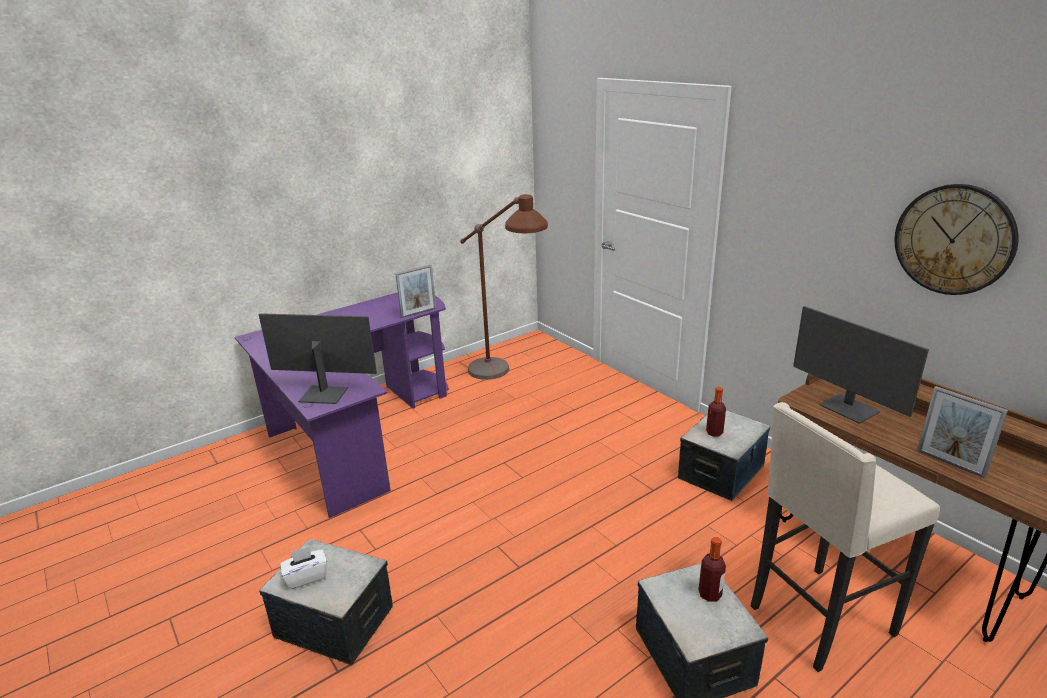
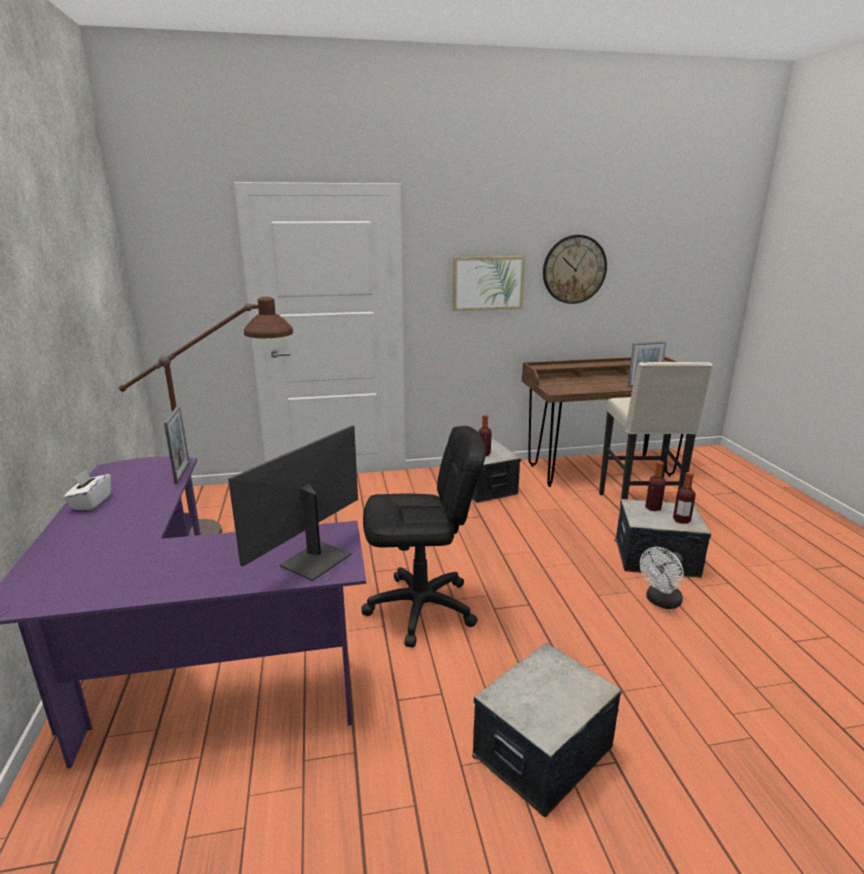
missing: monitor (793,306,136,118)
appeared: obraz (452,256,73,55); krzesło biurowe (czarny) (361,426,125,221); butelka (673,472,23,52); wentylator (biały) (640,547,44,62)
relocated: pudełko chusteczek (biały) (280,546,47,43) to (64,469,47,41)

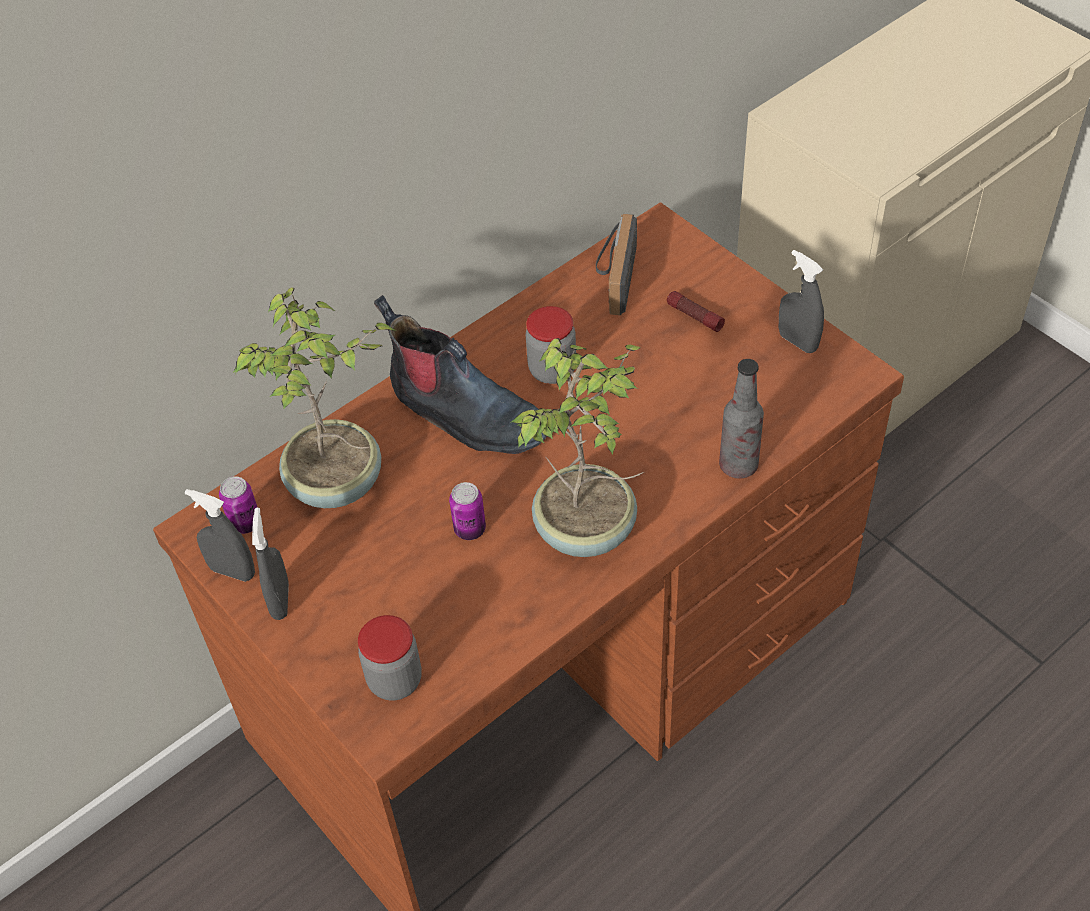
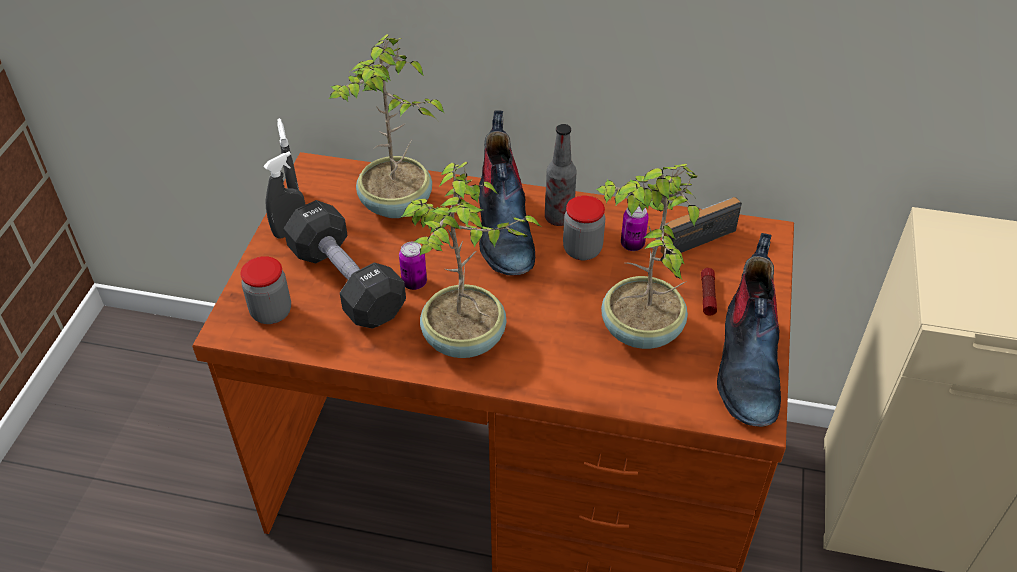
appeared: roślina doniczkowa (596,164,104,185); hantel (czarny) (284,200,122,129)
relocated: butelka (719,359,45,120) to (545,124,32,102); puszka (219,476,39,58) to (621,206,28,45)
exchanged: spryskiwacz (szary) (779,250,45,103) to but z cholewką (717,233,64,194)

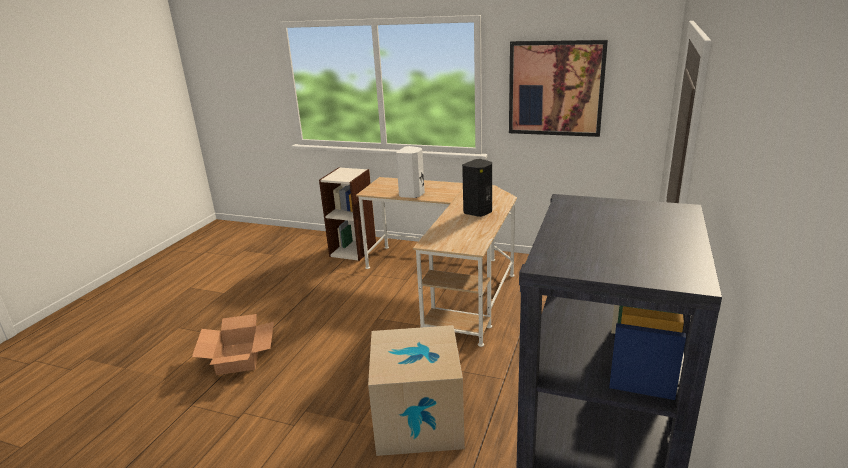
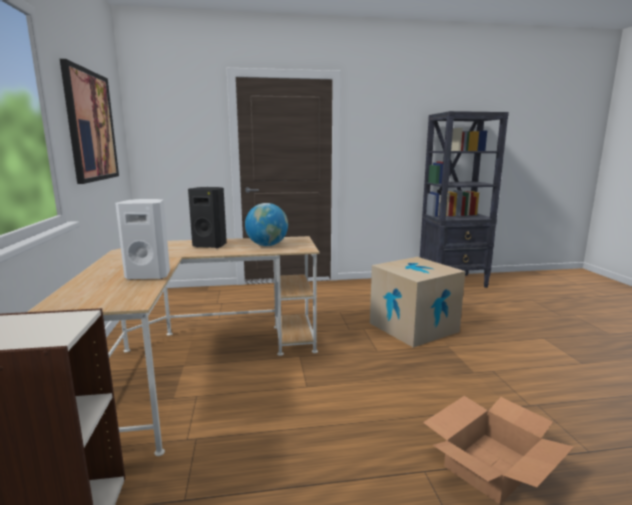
appeared: globus (245,203,43,43)

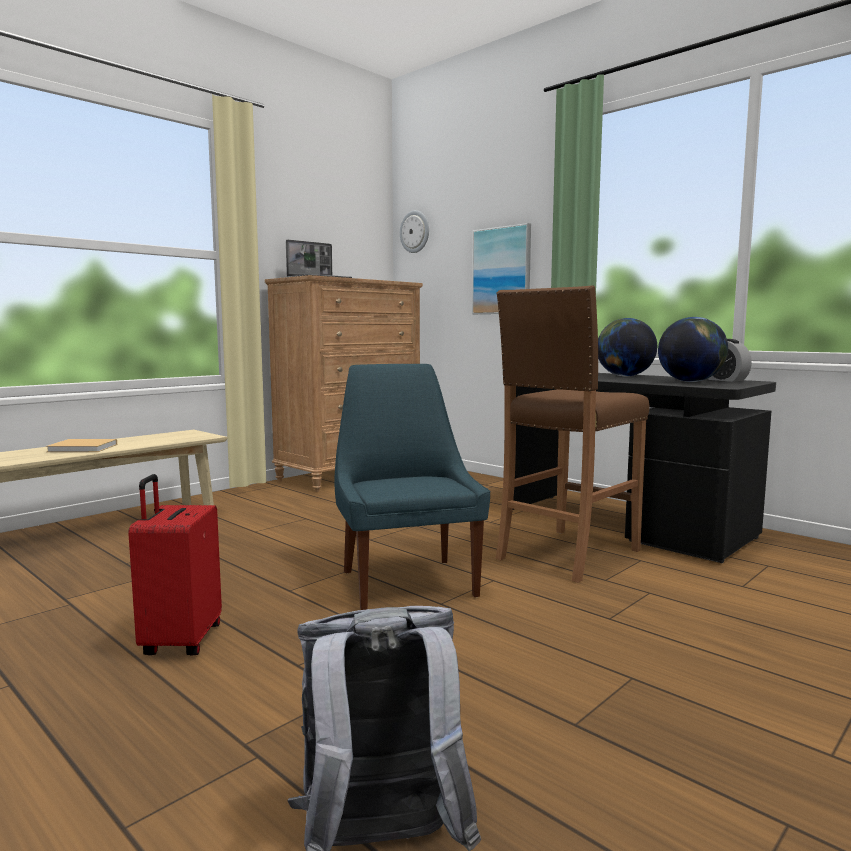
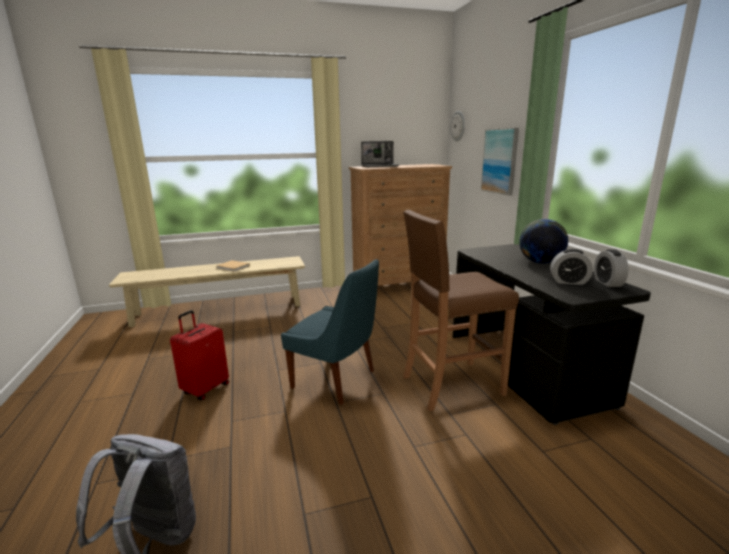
exchanged: globus (658,317,70,65) to budzik (550,249,43,36)
spun: krzesło (niebieski) (335,364,155,246) = (281,259,98,146) 105 degrees clockwise

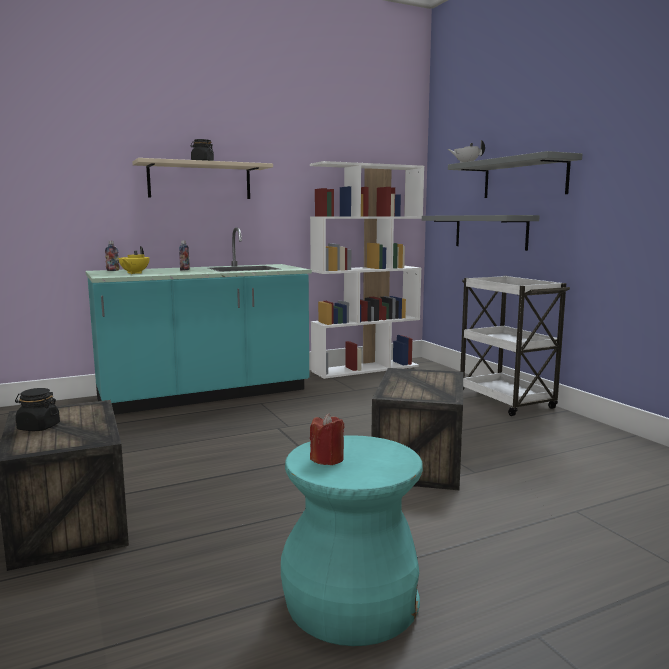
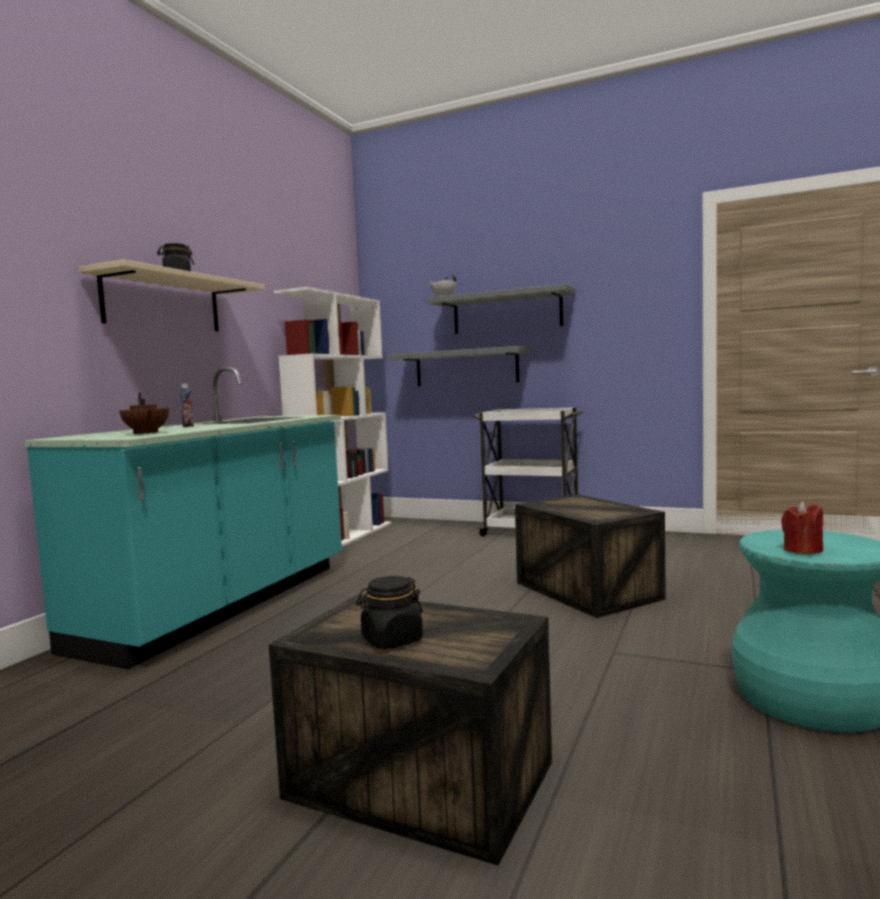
missing: butelka (105,241,15,30)
colour: imbryk (żółty) (118,246,32,28) to imbryk (brązowy) (119,393,50,41)

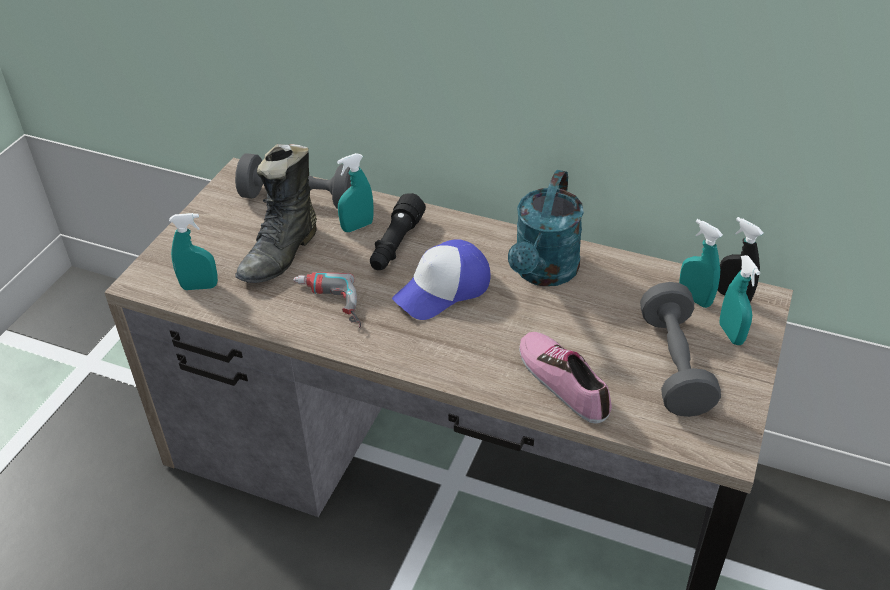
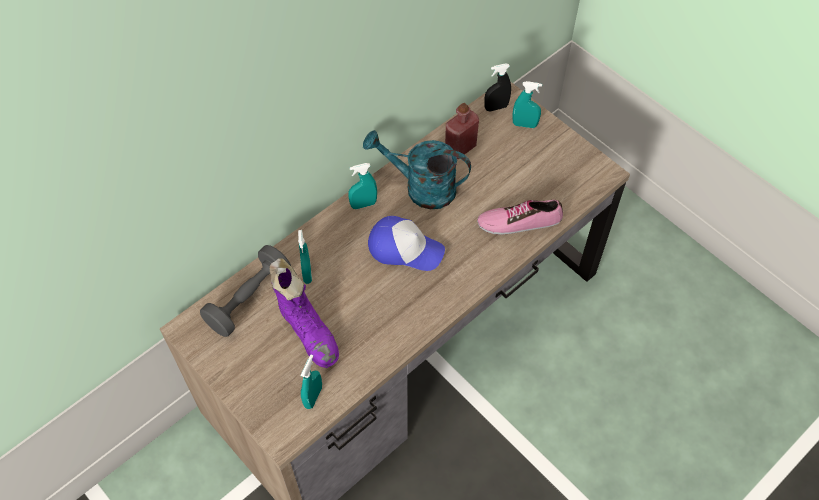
missing: latarka (czarny) (370,193,56,77); wiertarka (293,272,68,56); hantel (szary) (640,282,81,135)
appeared: butelka (czerwony) (445,103,34,56)
relocated: spryskiwacz (turkusowy) (679,219,44,89) to (348,163,29,46)
colour: but z cholewką (czarny) (235,144,82,139) to but z cholewką (fioletowy) (270,259,69,109)
spun: konewka (turkusowy) (508,170,76,116) = (363,130,108,79) 150 degrees clockwise; czapka z daszkiem (392,240,99,80) = (368,216,77,55) 60 degrees counterclockwise

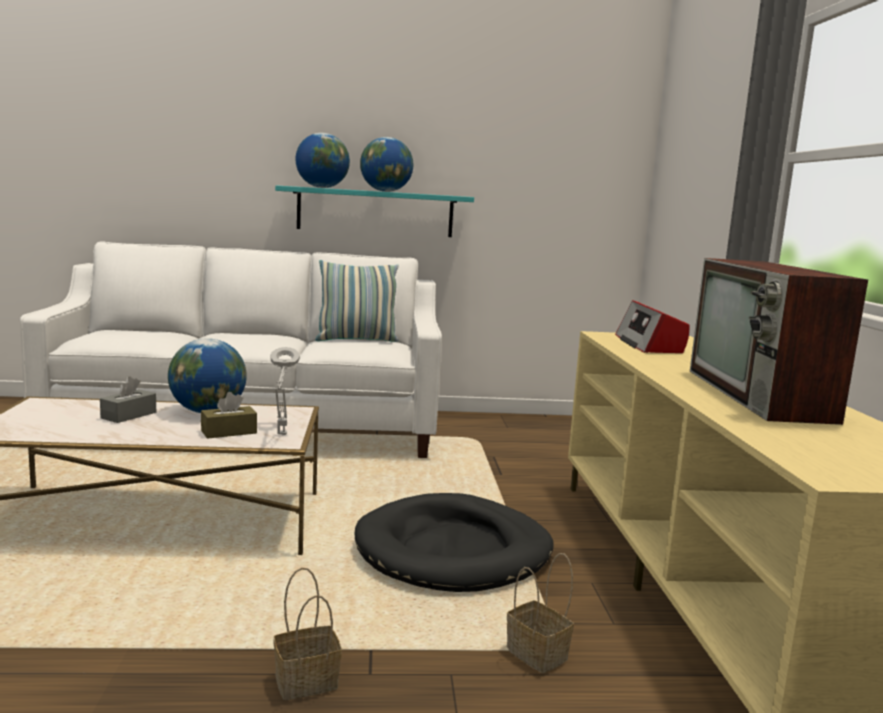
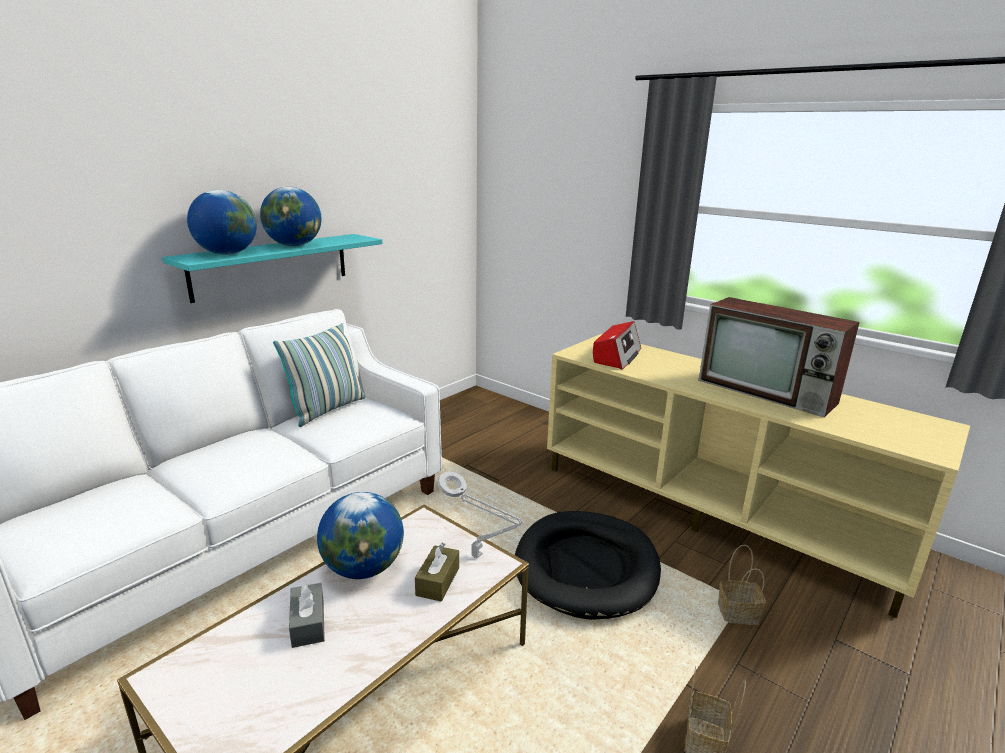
spun: radio (615,300,75,53) = (593,321,48,48) 105 degrees counterclockwise

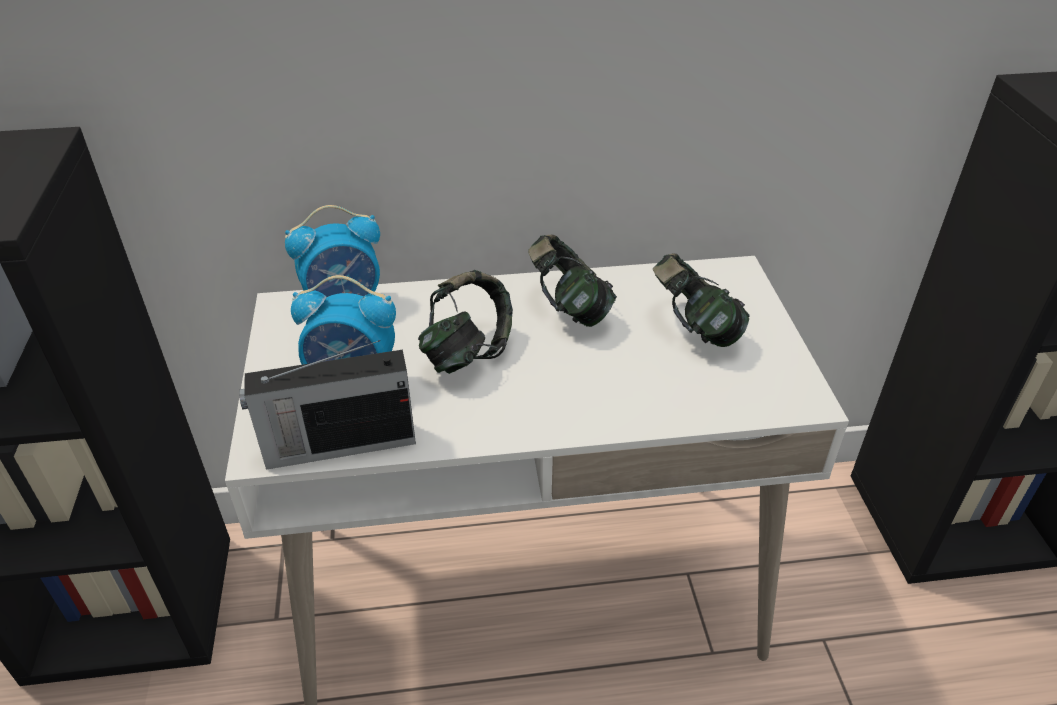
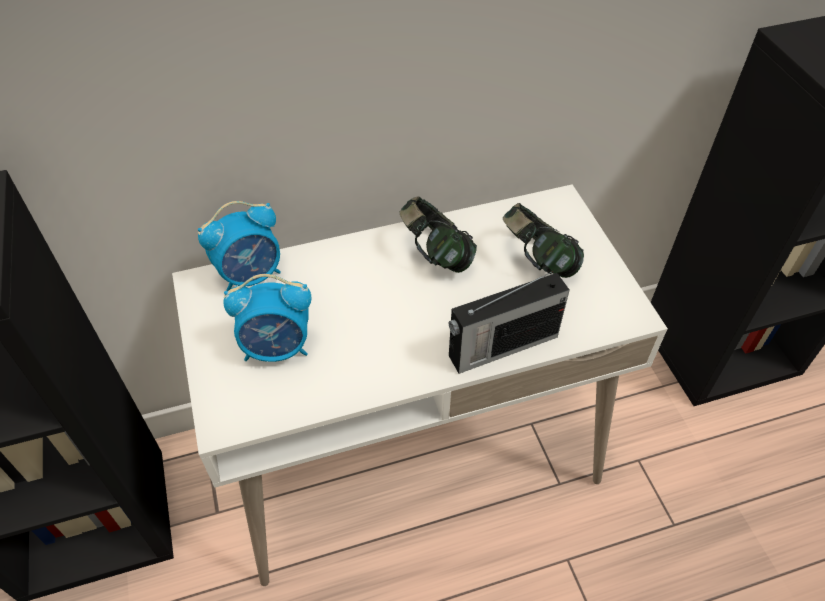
missing: słuchawki (418,270,95,104)
relocated: radio (239,340,177,130) to (449,271,120,103)

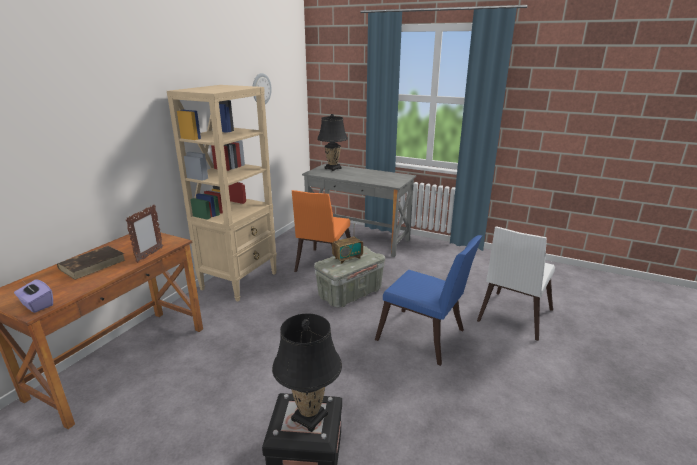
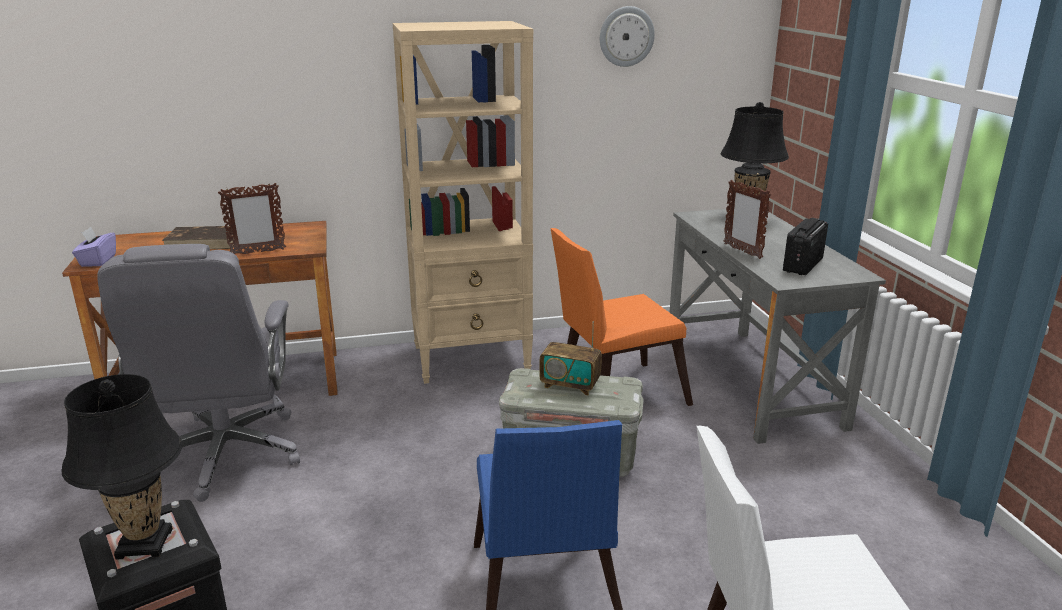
appeared: ramka na zdjęcie (724,180,47,79); radio (783,218,45,57); krzesło biurowe (szary) (97,244,203,258)

